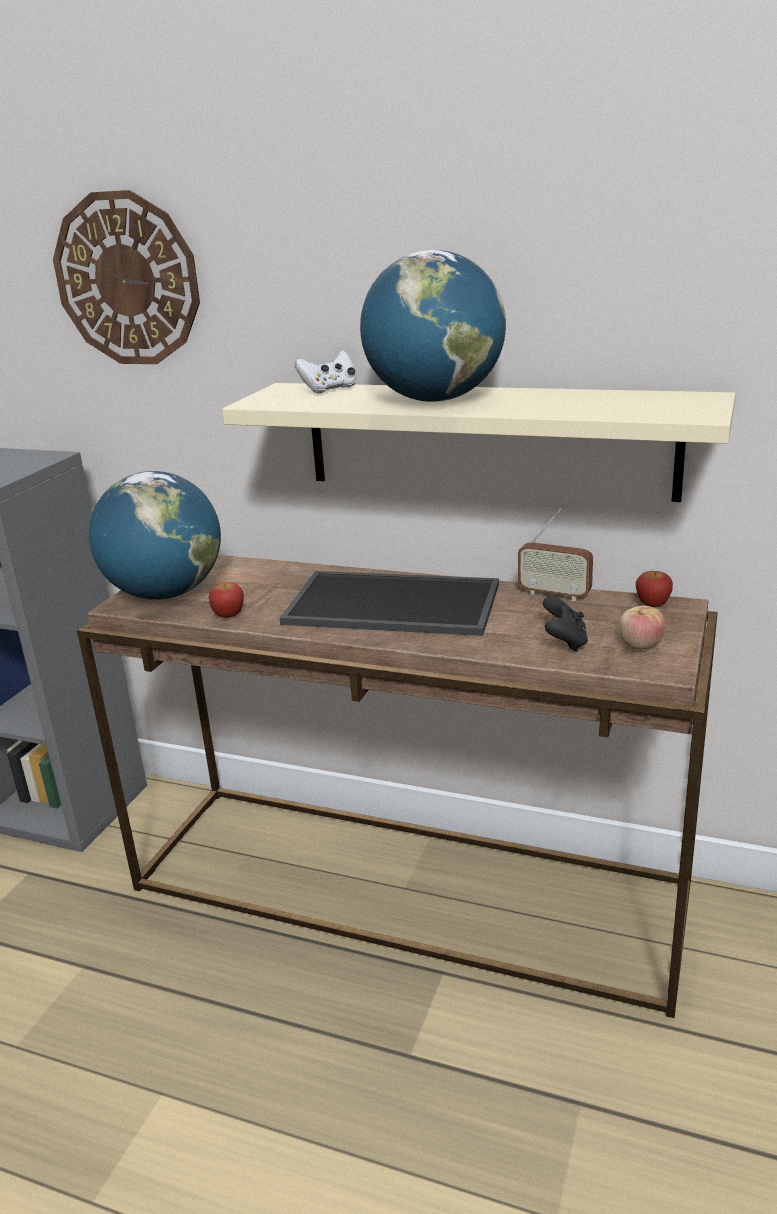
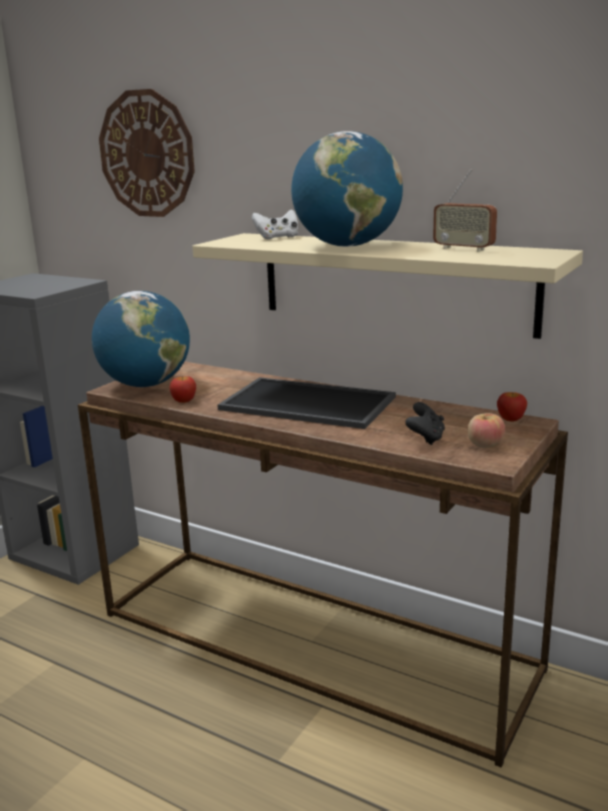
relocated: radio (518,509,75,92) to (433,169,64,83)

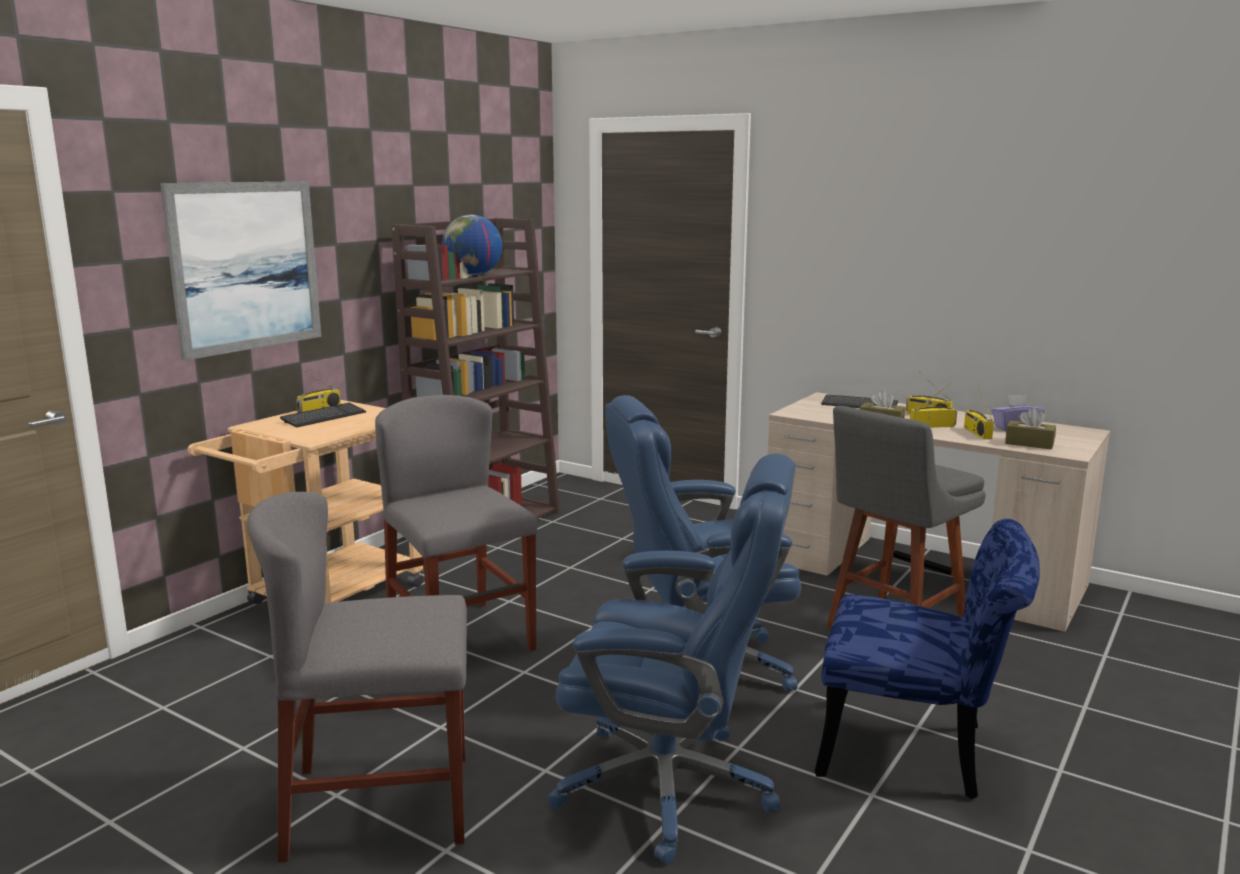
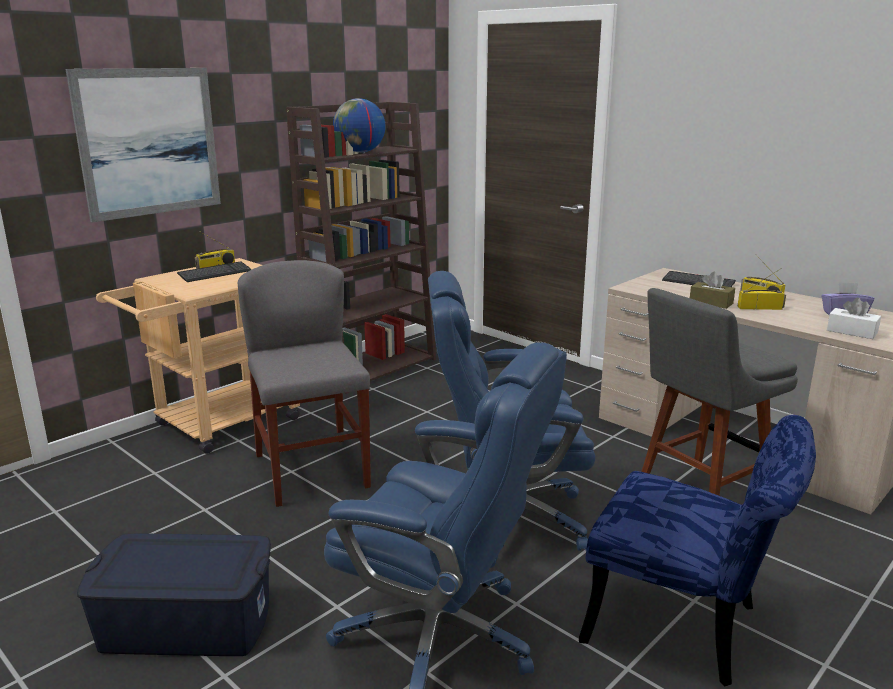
missing: radio (964,385,30,54)
exchanged: krzesło (szary) (247,492,220,371) to pojemnik do przechowywania (niebieski) (77,534,194,122)
colour: pudełko chusteczek (brązowy) (1005,408,51,41) to pudełko chusteczek (biały) (827,297,54,42)

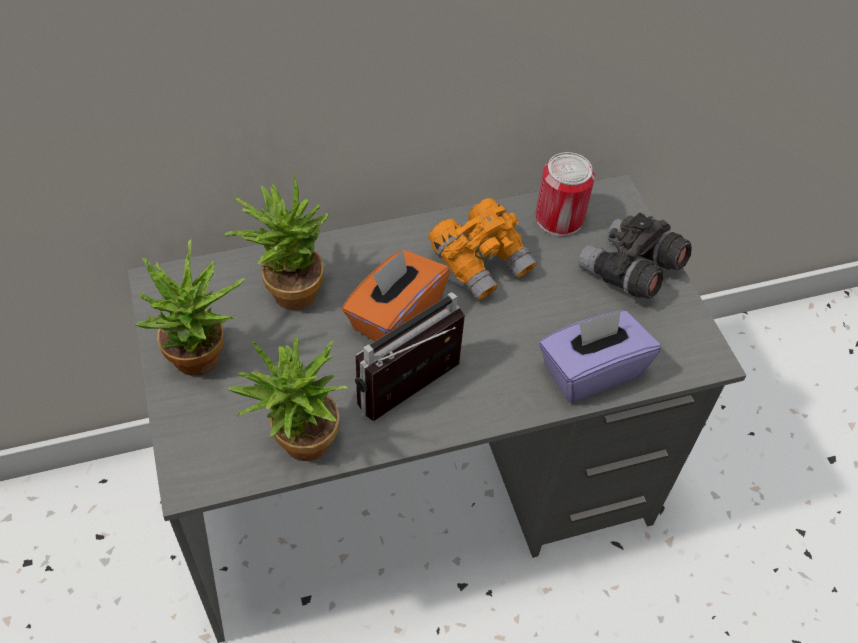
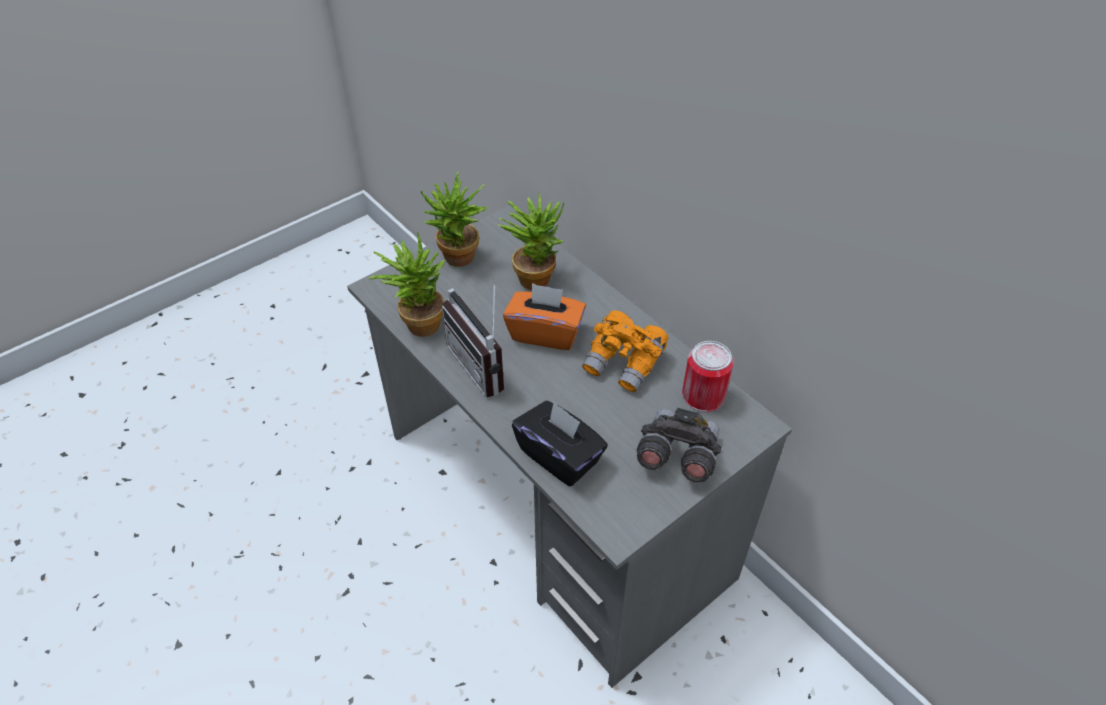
colour: pudełko chusteczek (fioletowy) (539,310,121,93) to pudełko chusteczek (czarny) (512,401,96,85)
spun: radio (355,292,110,129) = (442,278,62,119) 150 degrees counterclockwise

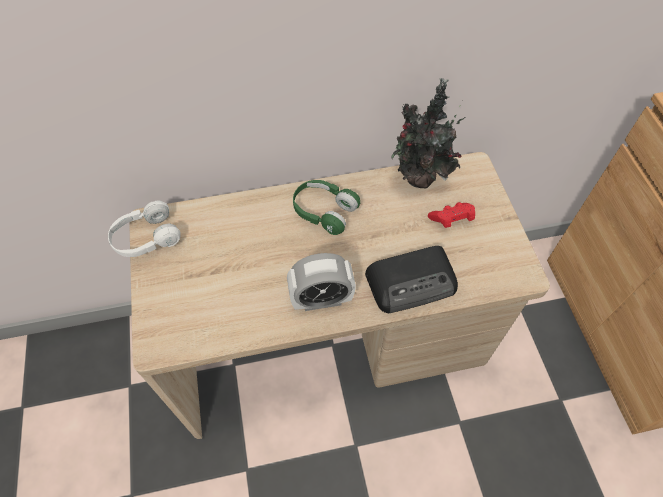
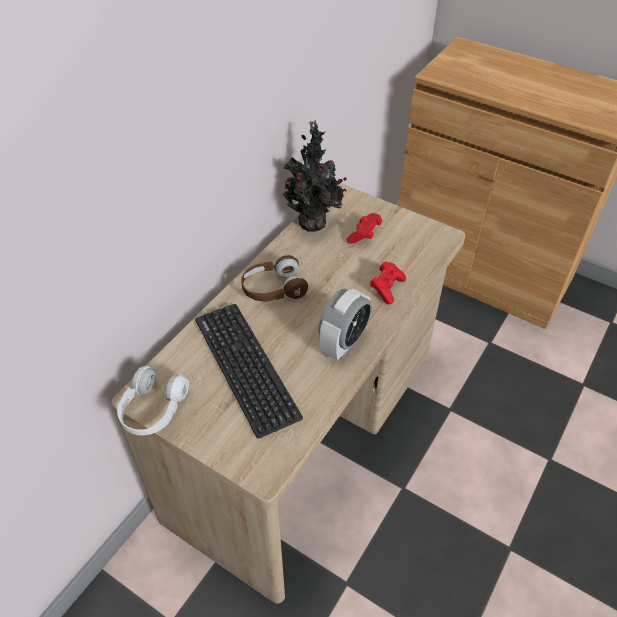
appeared: klawiatura (195,304,108,135)
exchanged: radio (365,246,93,67) to pad do gier (czerwony) (370,261,36,43)
colour: słuchawki (zielony) (293,180,67,55) to słuchawki (brązowy) (241,255,67,46)

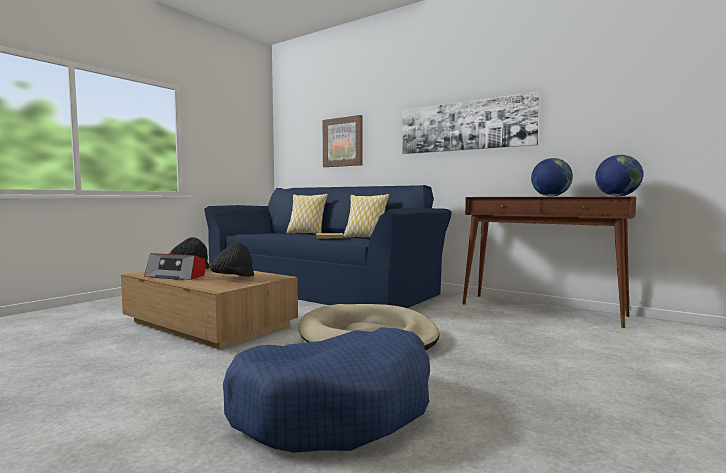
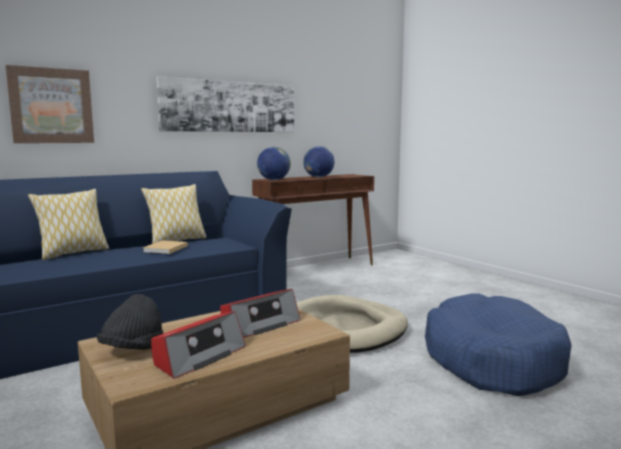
relocated: globus (595,155,48,41) to (257,147,34,33)
exchanged: kapelusz (czarny) (210,242,44,35) to radio (220,289,81,49)

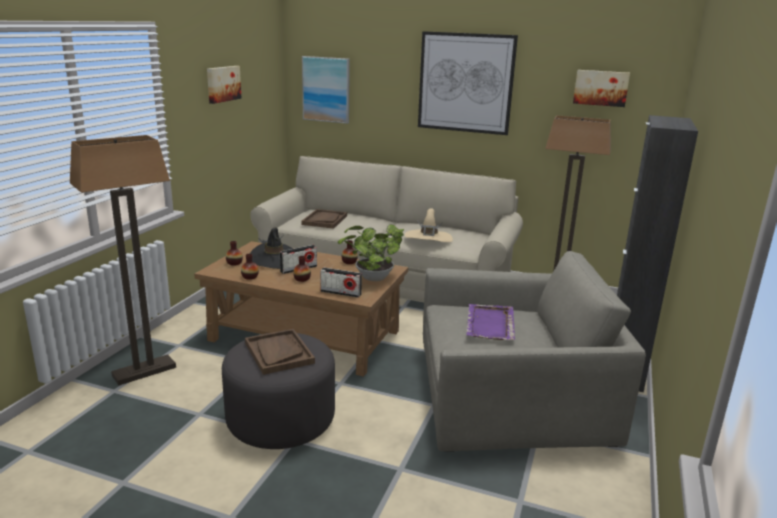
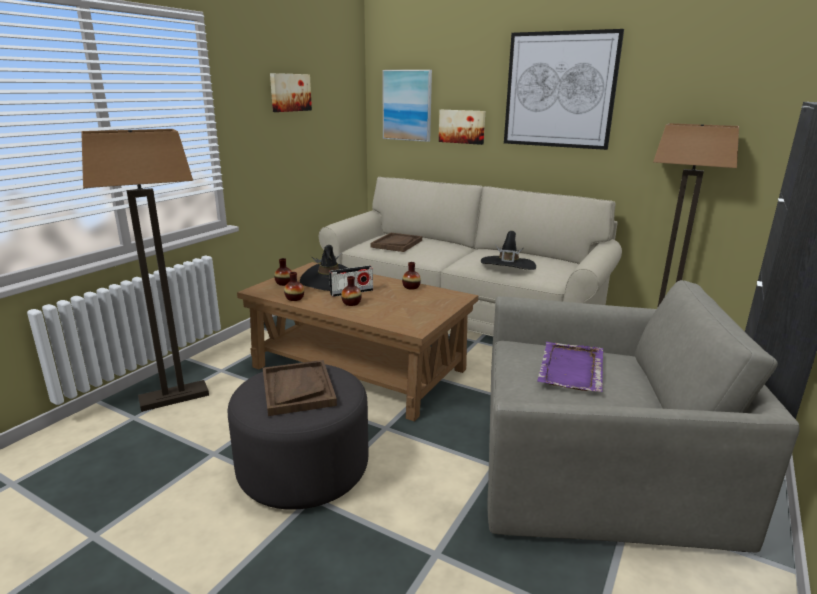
missing: roślina doniczkowa (338,224,66,57); radio (320,267,42,31)
relocated: obraz (573,70,57,37) to (439,110,46,35)
colour: kapelusz (beżowy) (405,208,48,34) to kapelusz (czarny) (481,231,55,39)

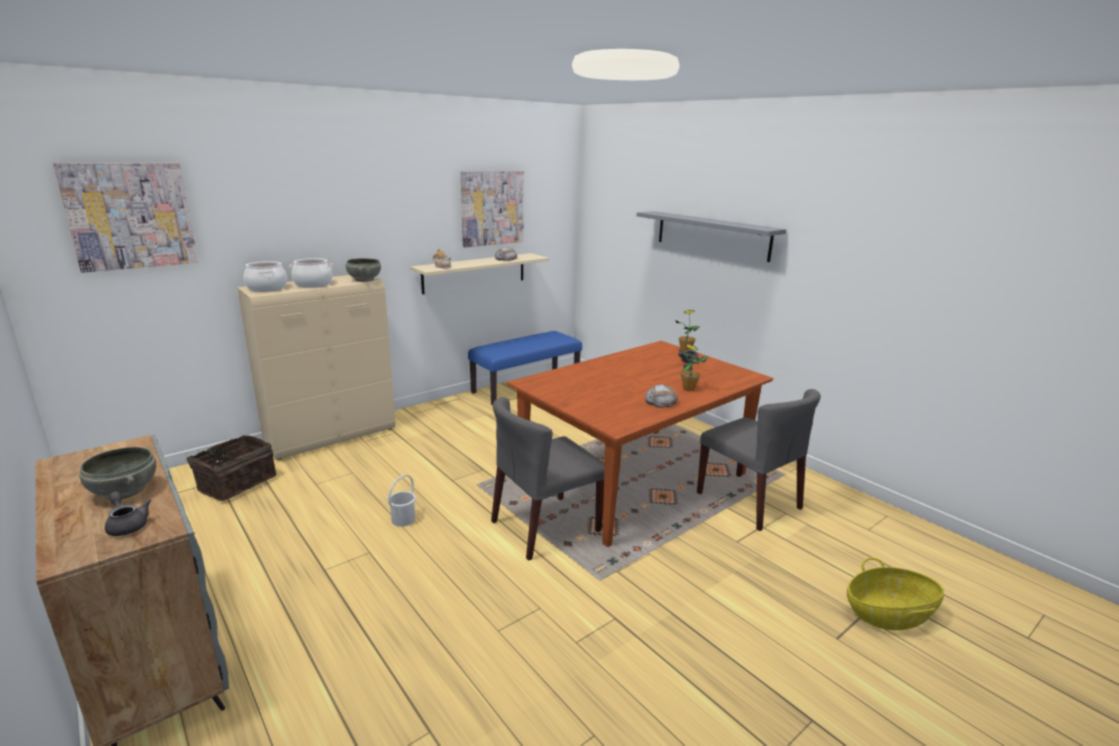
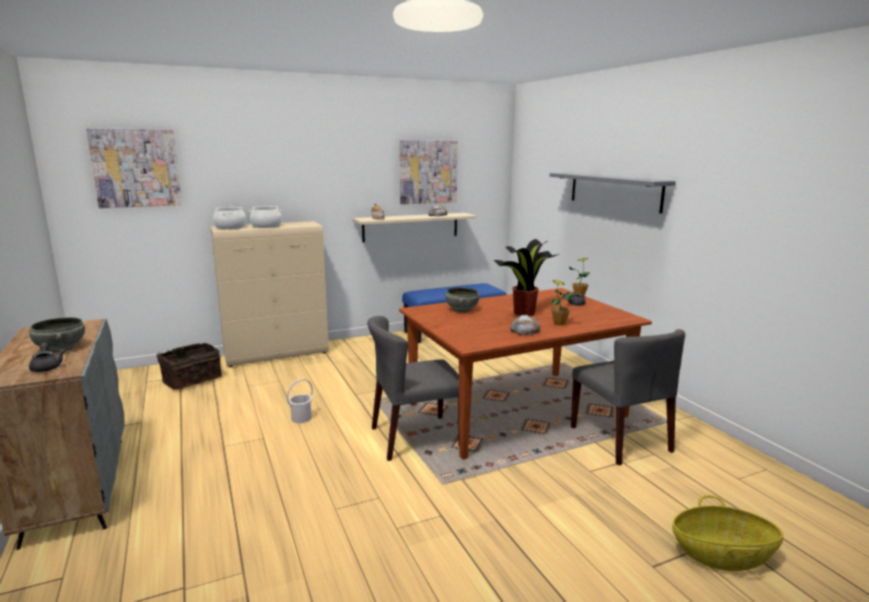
appeared: roślina doniczkowa (494,239,65,77)
relocated: miska (szary) (346,258,35,24) to (445,287,34,25)

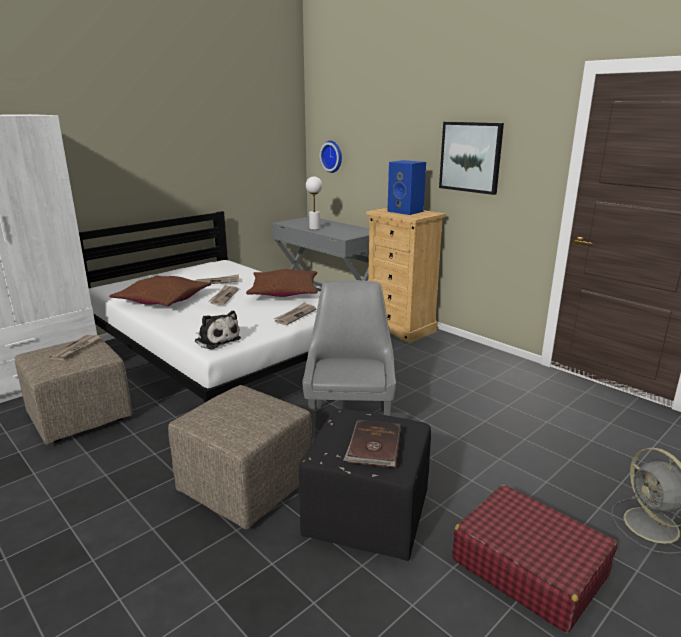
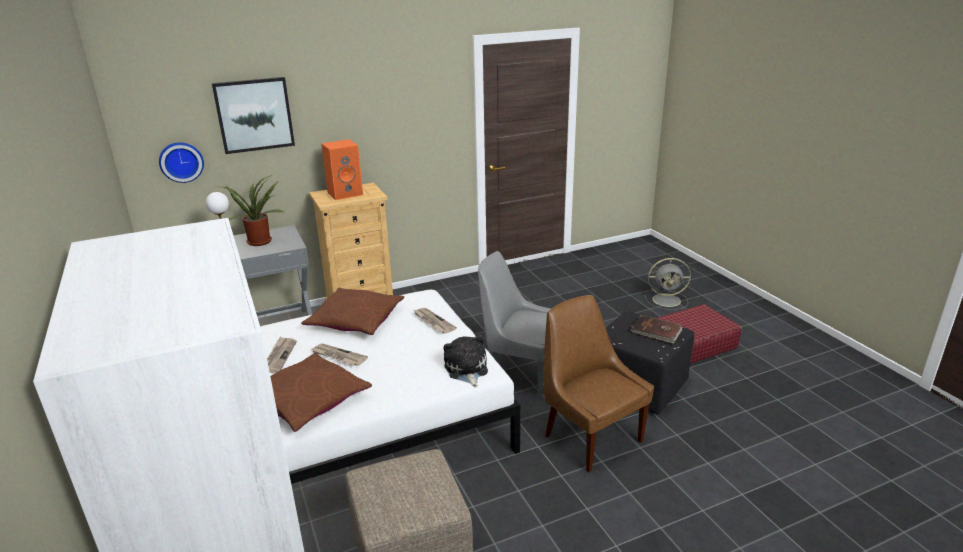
missing: gazeta (50,334,51,26)
appeared: roślina doniczkowa (221,175,63,71)
relocated: obraz (439,122,65,73) to (212,77,83,77)
exchanged: pufa (beżowy) (168,385,144,144) to krzesło (brązowy) (544,295,110,177)
colour: głośnik (niebieski) (387,160,39,55) to głośnik (pomarańczowy) (321,139,42,61)
spun: pluszak (195,311,46,39) = (443,335,45,52) 75 degrees counterclockwise

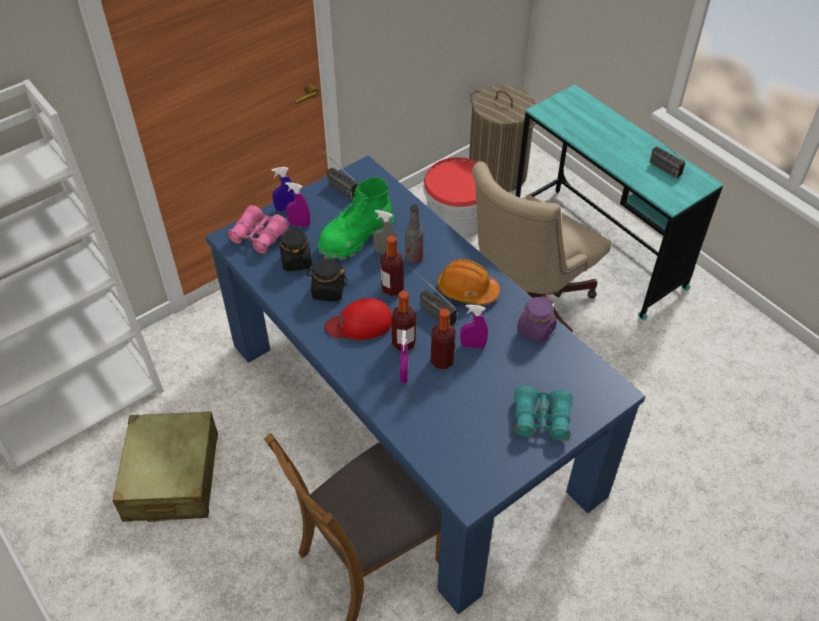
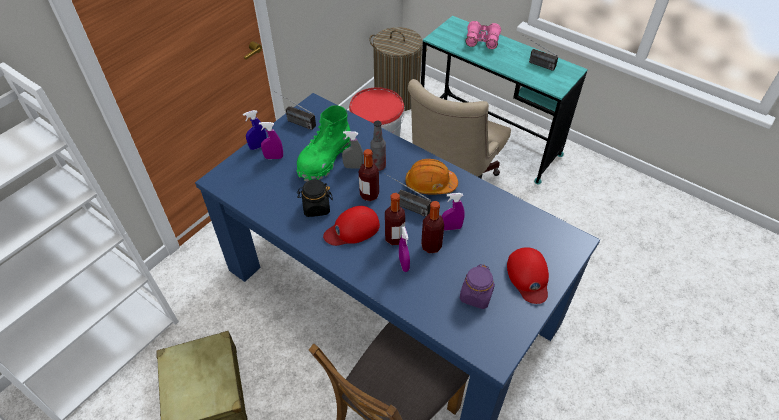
missing: słoik (czarny) (280,228,32,43)
relocated: lornetka (różowy) (227,205,62,49) to (465,21,36,28); słoik (fioletowy) (517,295,40,48) to (460,264,35,45)
exchanged: lornetka (turkusowy) (514,386,59,55) to czapka z daszkiem (czerwony) (507,247,42,57)

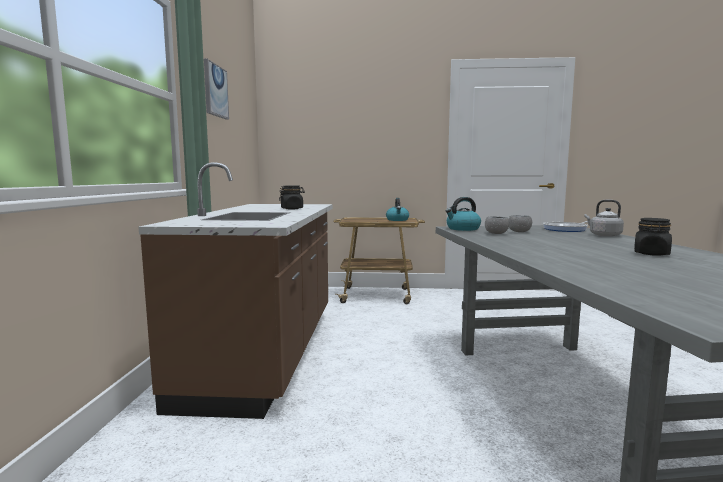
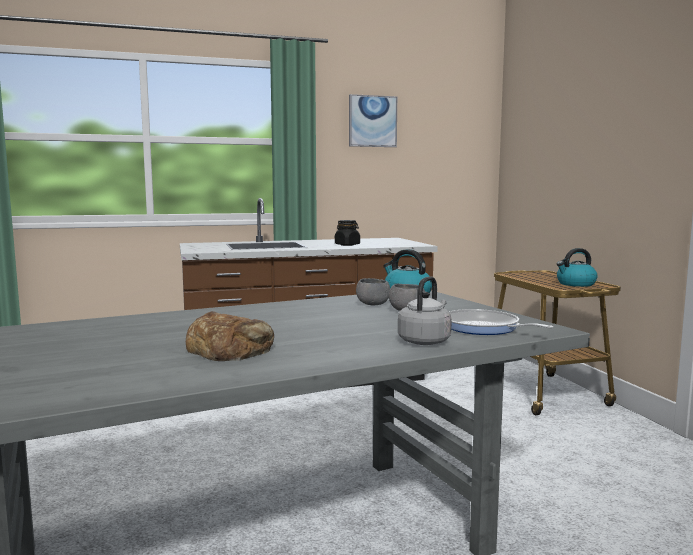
exchanged: słoik (czarny) (634,218,38,38) to chleb (186,311,88,50)

